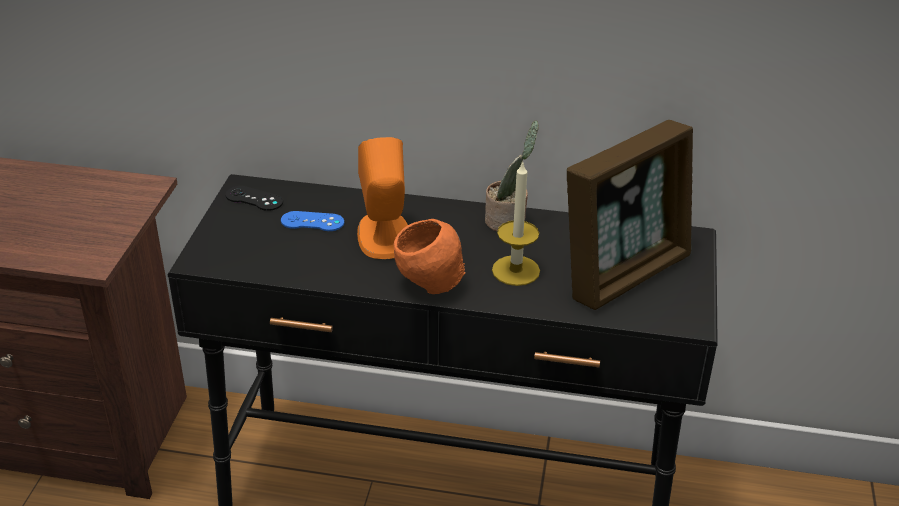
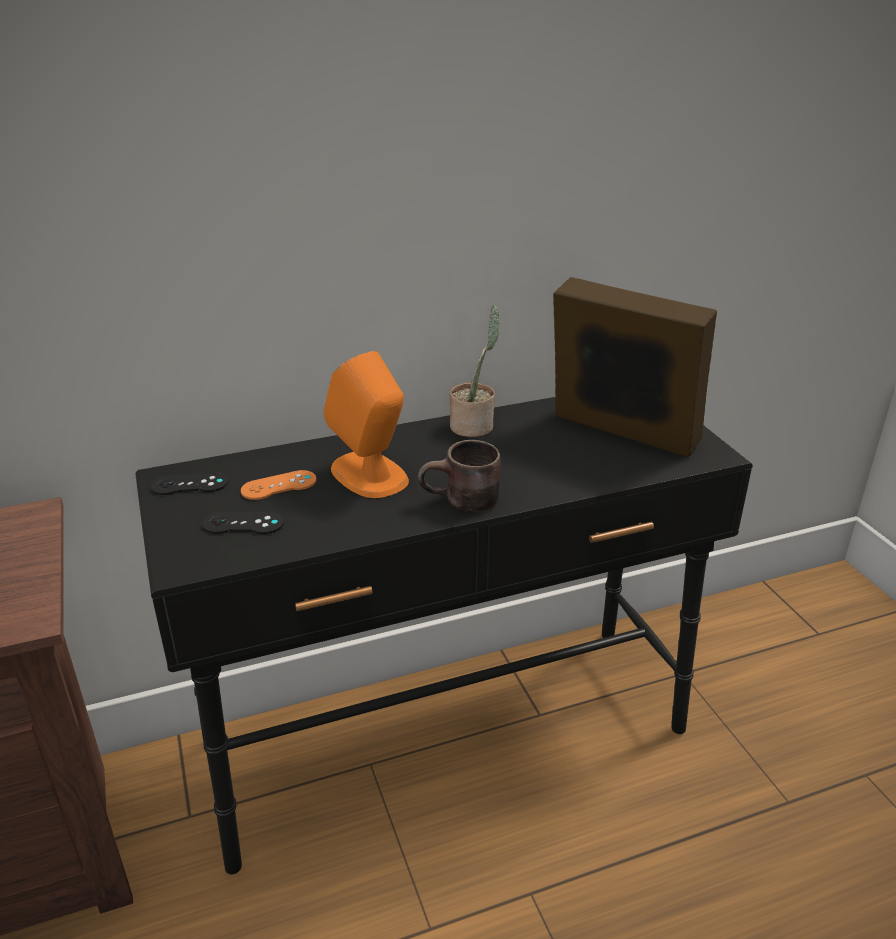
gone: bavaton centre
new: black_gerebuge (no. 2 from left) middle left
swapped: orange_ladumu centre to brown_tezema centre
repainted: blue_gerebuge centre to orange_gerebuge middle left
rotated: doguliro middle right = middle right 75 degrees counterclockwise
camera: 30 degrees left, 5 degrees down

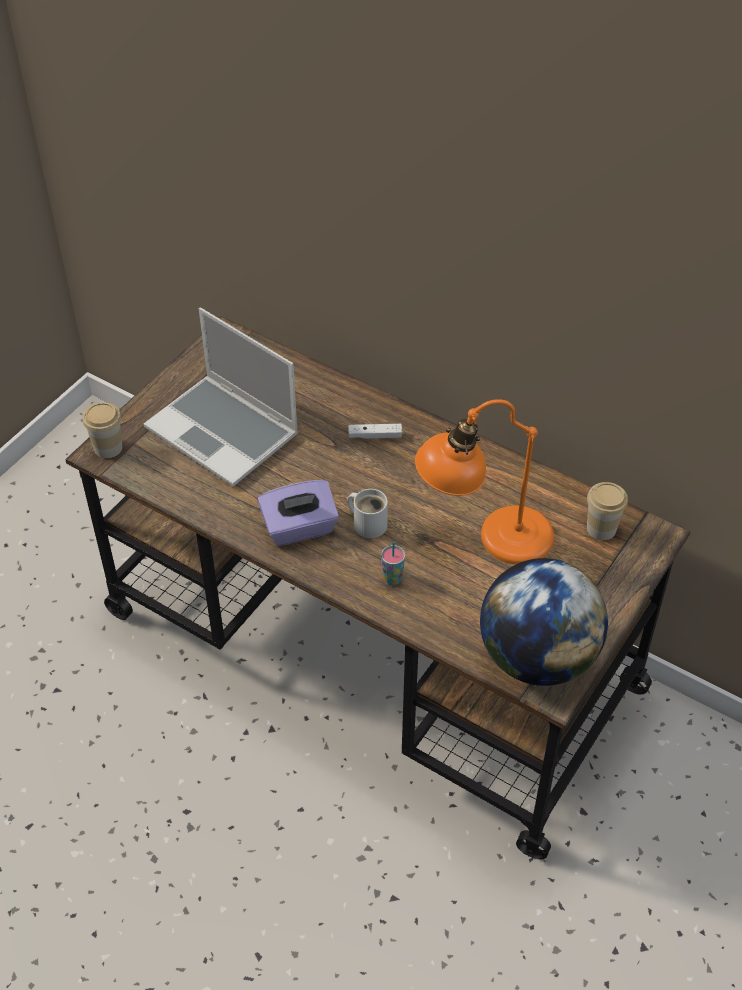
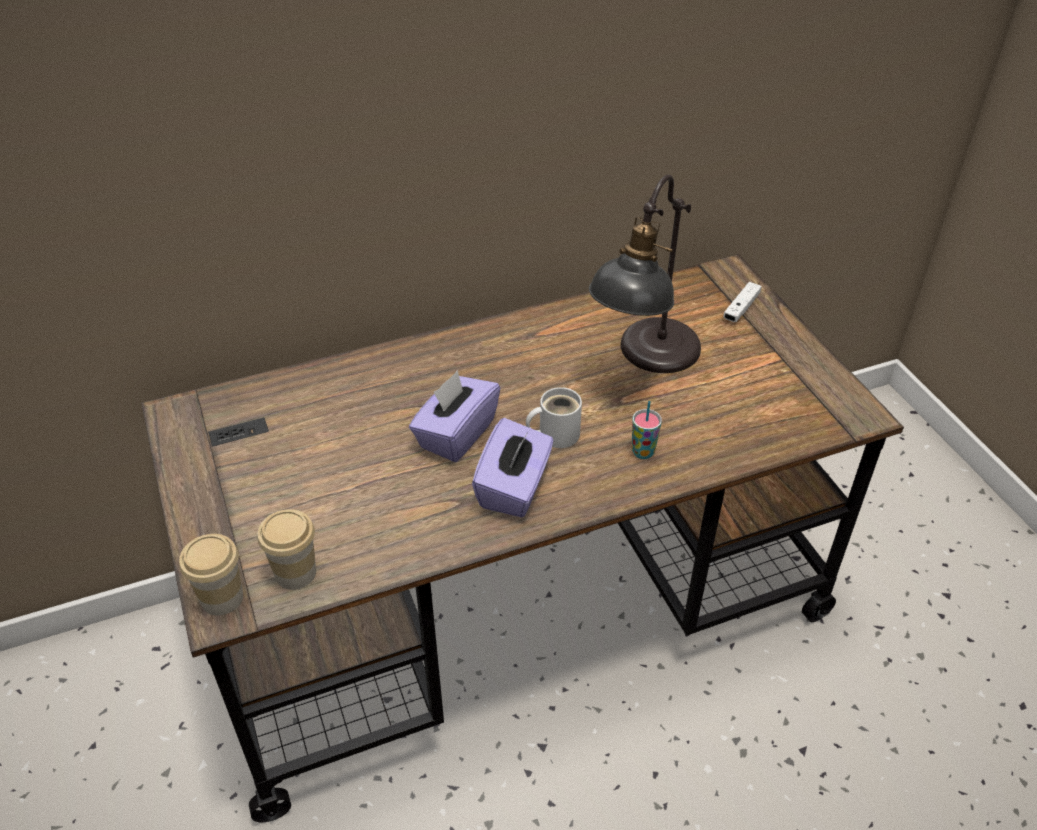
gone: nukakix middle left; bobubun middle right
new: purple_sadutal (no. 1 from left) centre
shifted: white_gerebuge centre to middle right; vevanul (no. 3 from left in the first image) middle right to vevanul (no. 2 from left) middle left
repainted: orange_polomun centre to grey_polomun top centre
camera: 55 degrees left, 5 degrees down

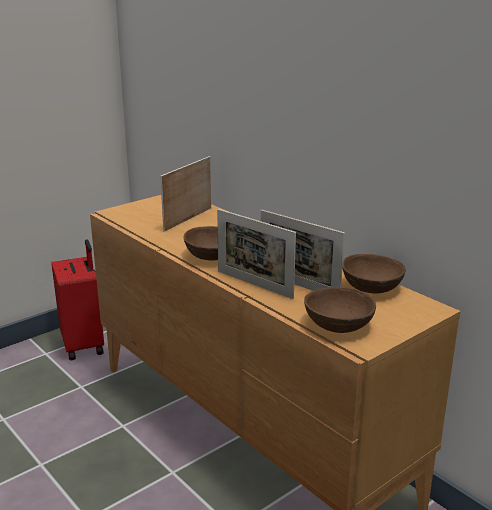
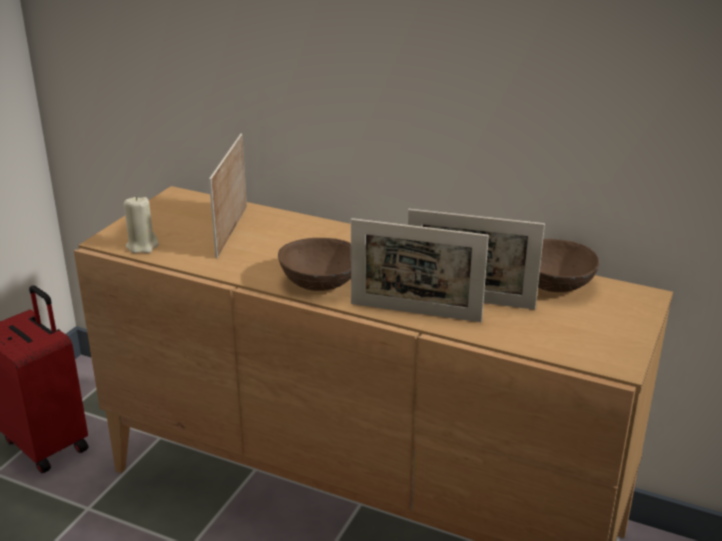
gone: brown_ladumu (no. 2 from left) middle right
new: beige_bavaton middle left
camera: 25 degrees left, 5 degrees up

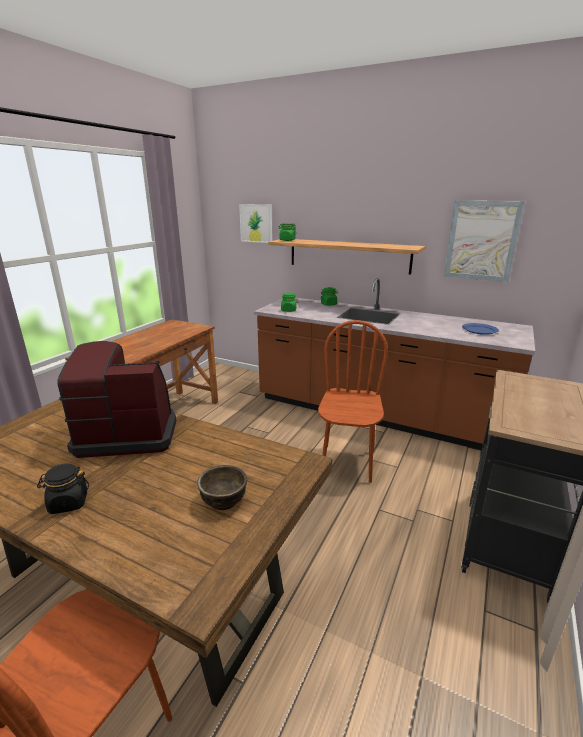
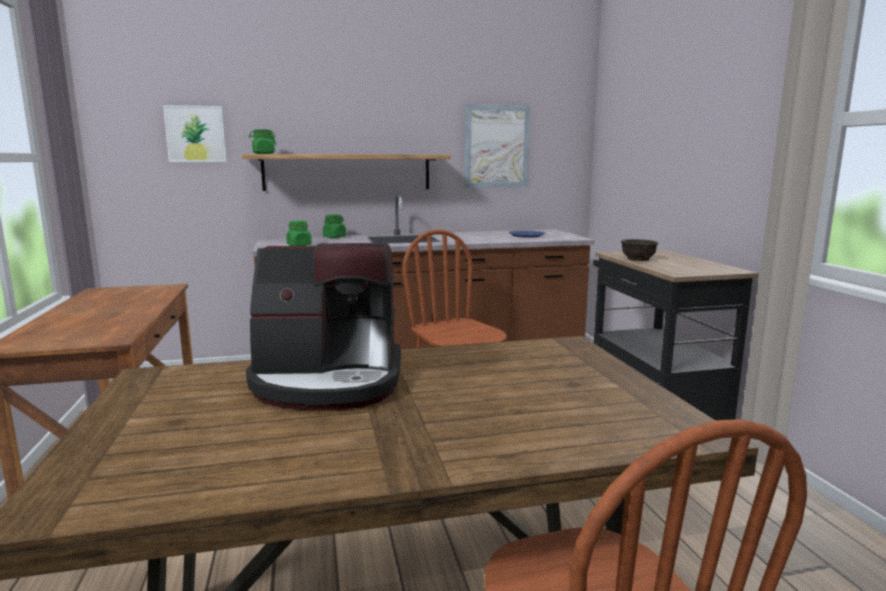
gone: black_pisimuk middle left
shifted: brown_ladumu centre to middle right
rotated: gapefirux middle left = centre 135 degrees counterclockwise
camera: 40 degrees left, 10 degrees down

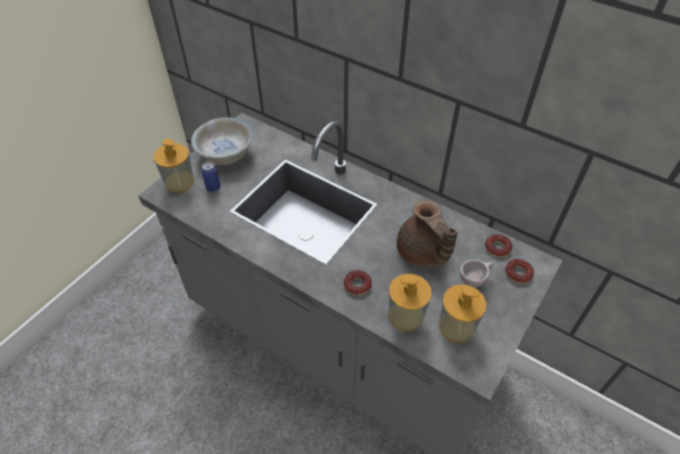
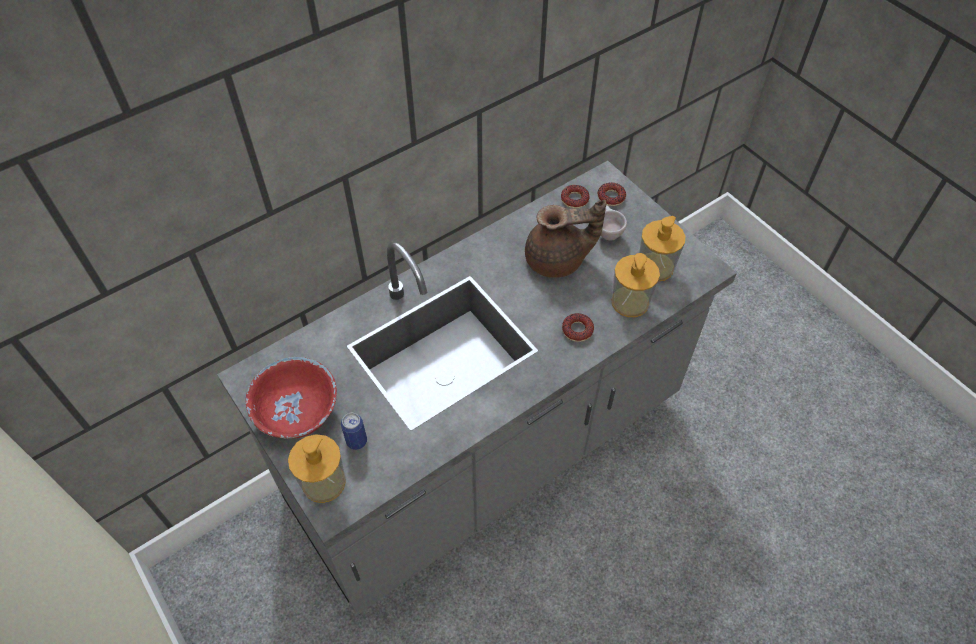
repainted: white_ladumu top left to red_ladumu middle left
camera: 70 degrees left, 5 degrees up

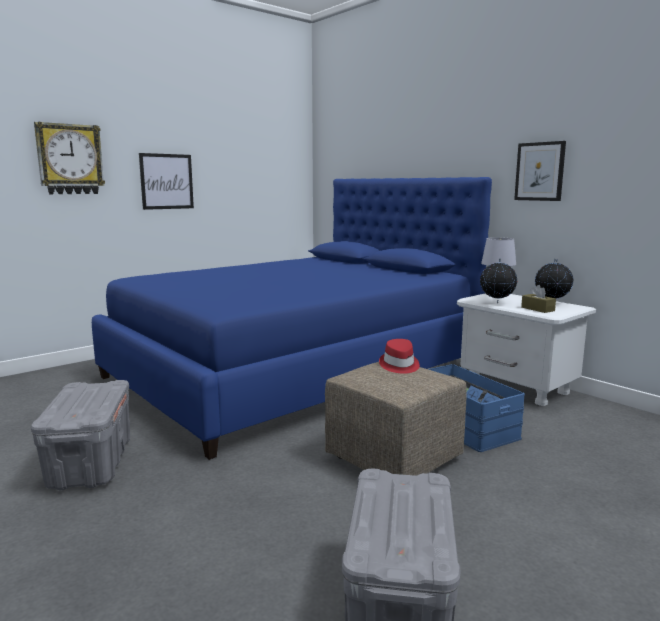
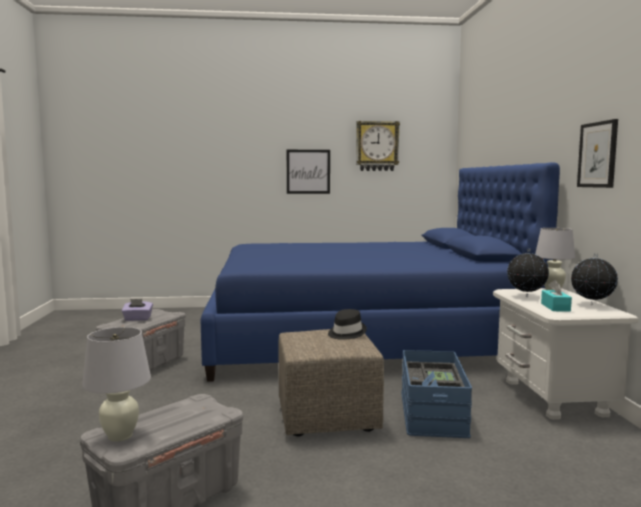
new: purple_sadutal middle left; white_polomun (no. 1 from left) bottom left
shifted: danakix top left to top centre
repainted: brown_sadutal middle right to turquoise_sadutal middle right; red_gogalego centre to black_gogalego centre
camera: 35 degrees right, 5 degrees down

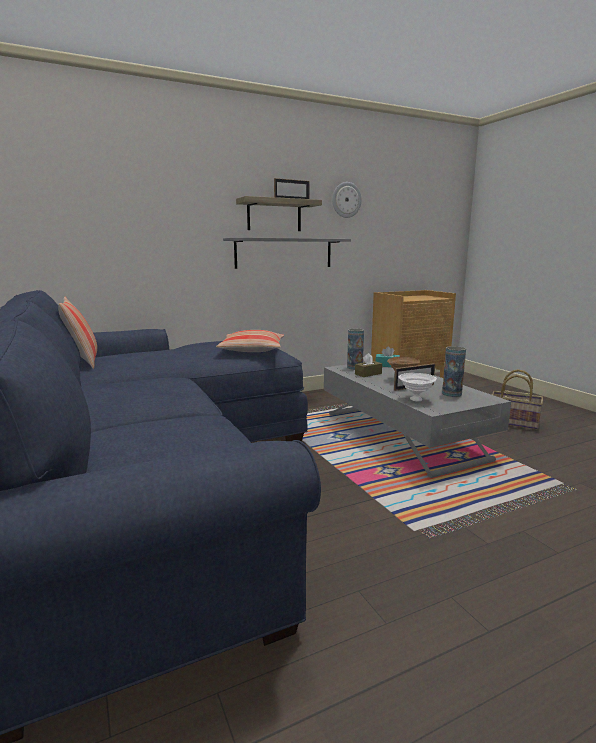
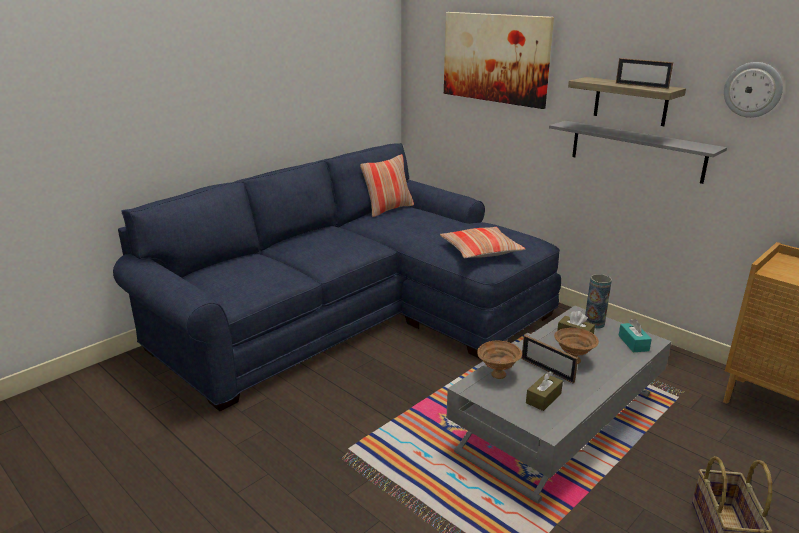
new: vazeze top centre
swapped: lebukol (no. 2 from left) middle right to brown_sadutal (no. 1 from left) bottom right
repainted: white_ladumu middle right to brown_ladumu (no. 1 from left) bottom centre
camera: 70 degrees right, 10 degrees up

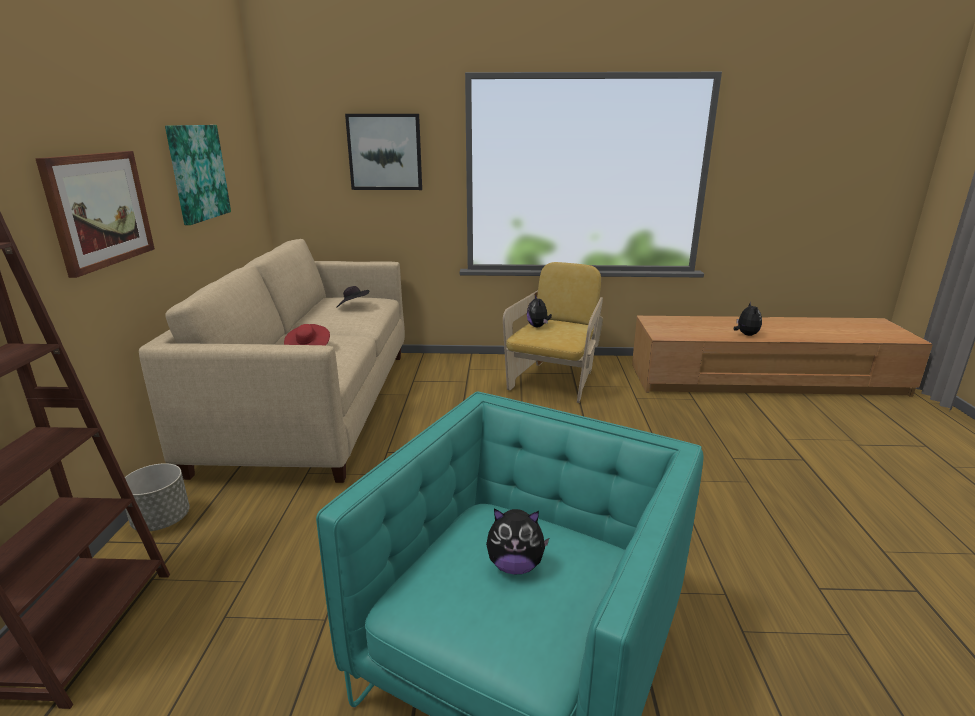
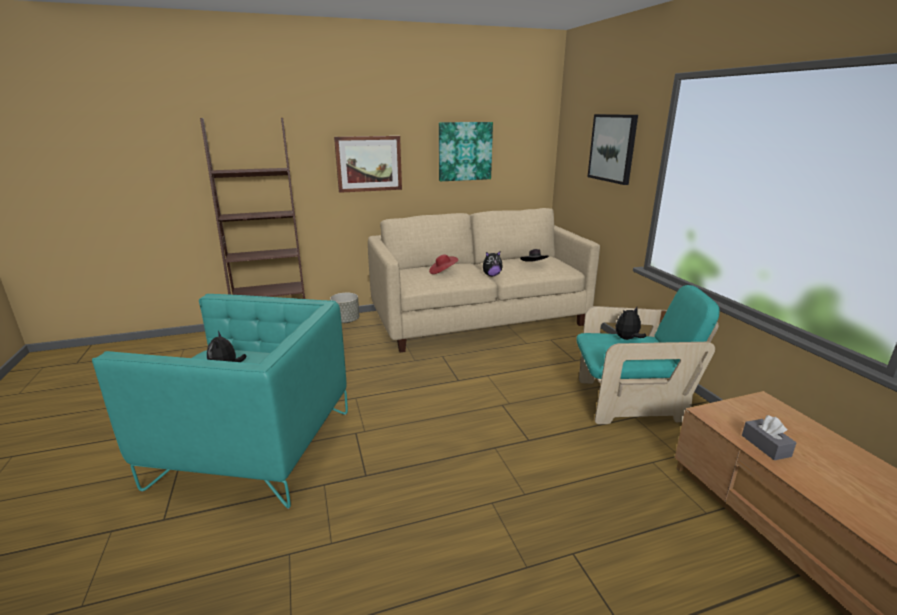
new: grey_sadutal bottom right
shifted: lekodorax (no. 3 from left in the first image) middle right to lekodorax (no. 2 from left) centre
repainted: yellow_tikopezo centre to turquoise_tikopezo (no. 2 from left) middle right
camera: 70 degrees right, 0 degrees up

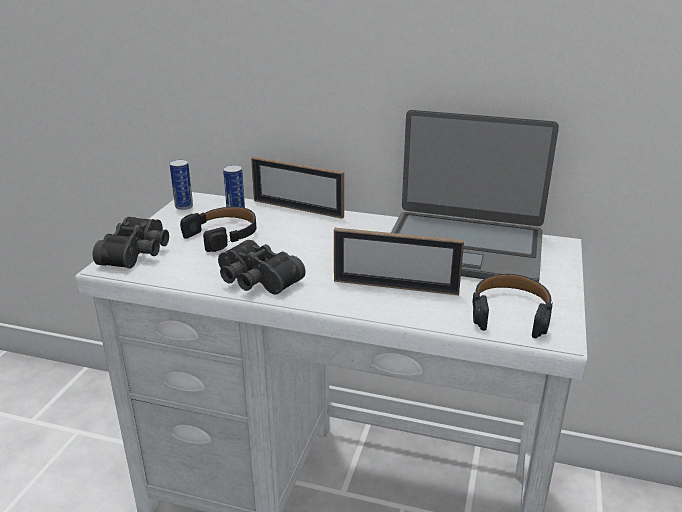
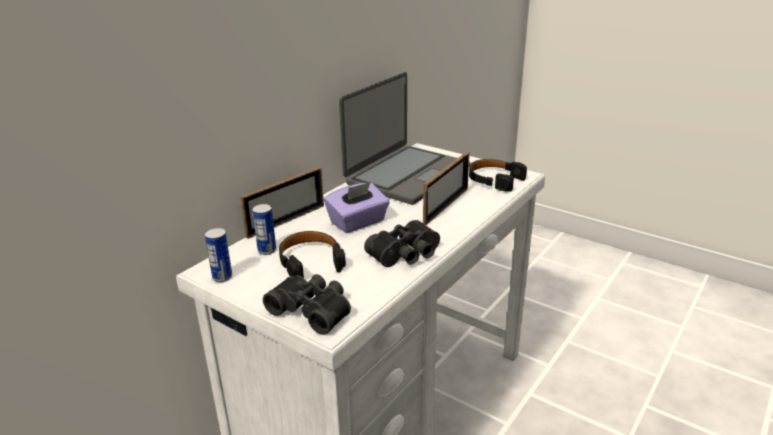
new: purple_sadutal centre
camera: 70 degrees left, 0 degrees up

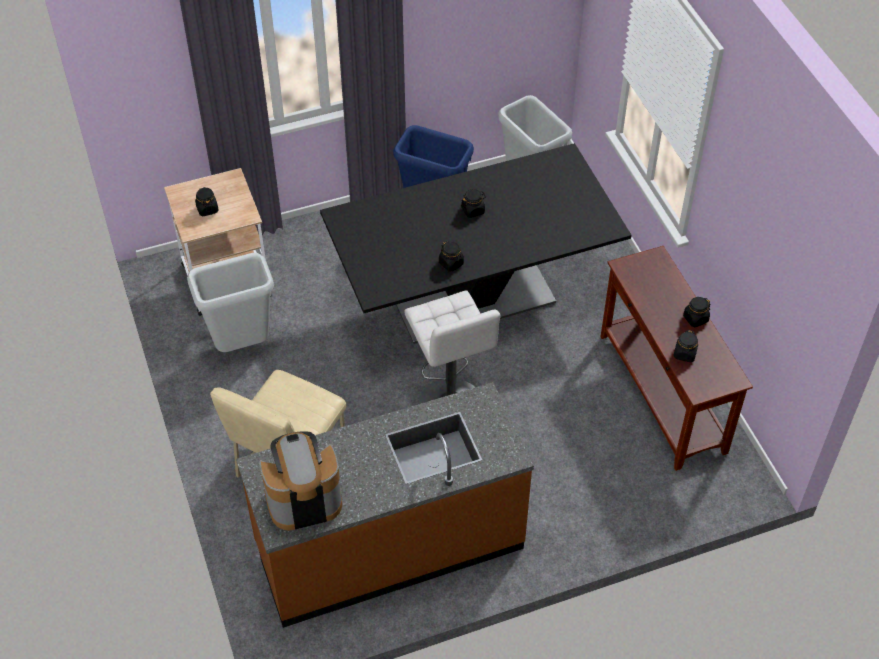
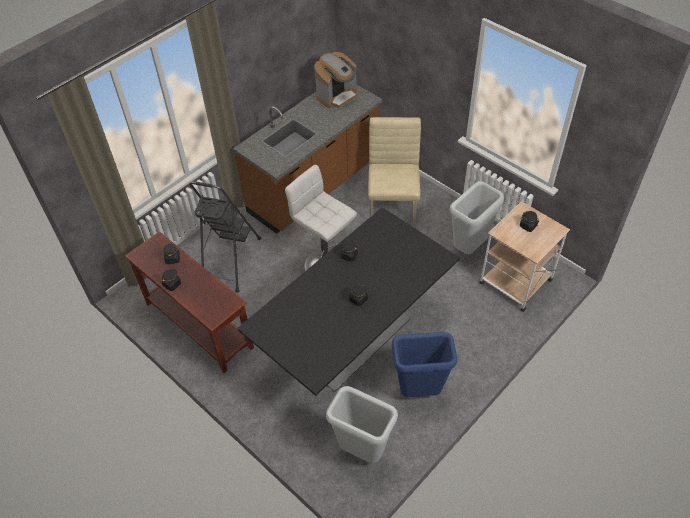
new: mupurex middle left
camera: 155 degrees right, 0 degrees up

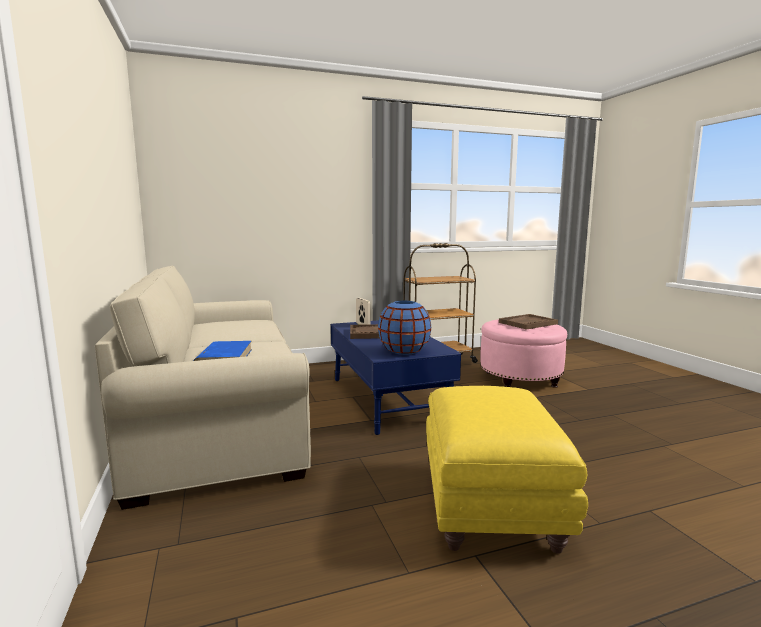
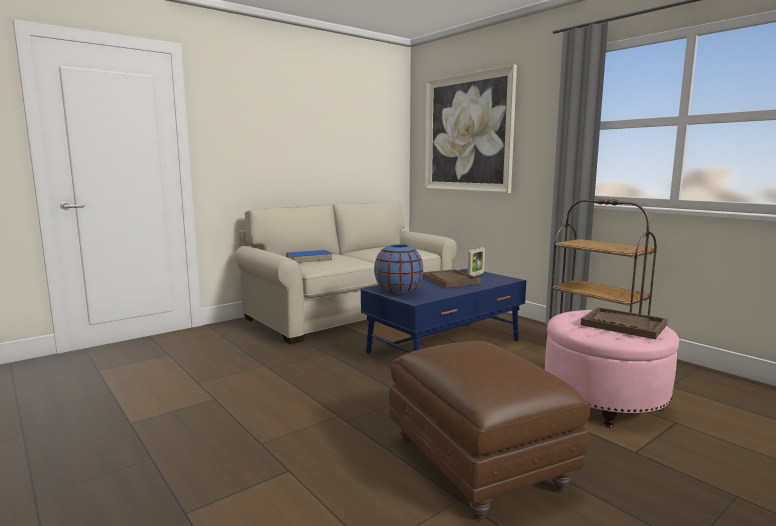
gone: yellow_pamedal bottom centre
new: vazeze top centre; brown_pamedal bottom centre
camera: 70 degrees right, 0 degrees up

